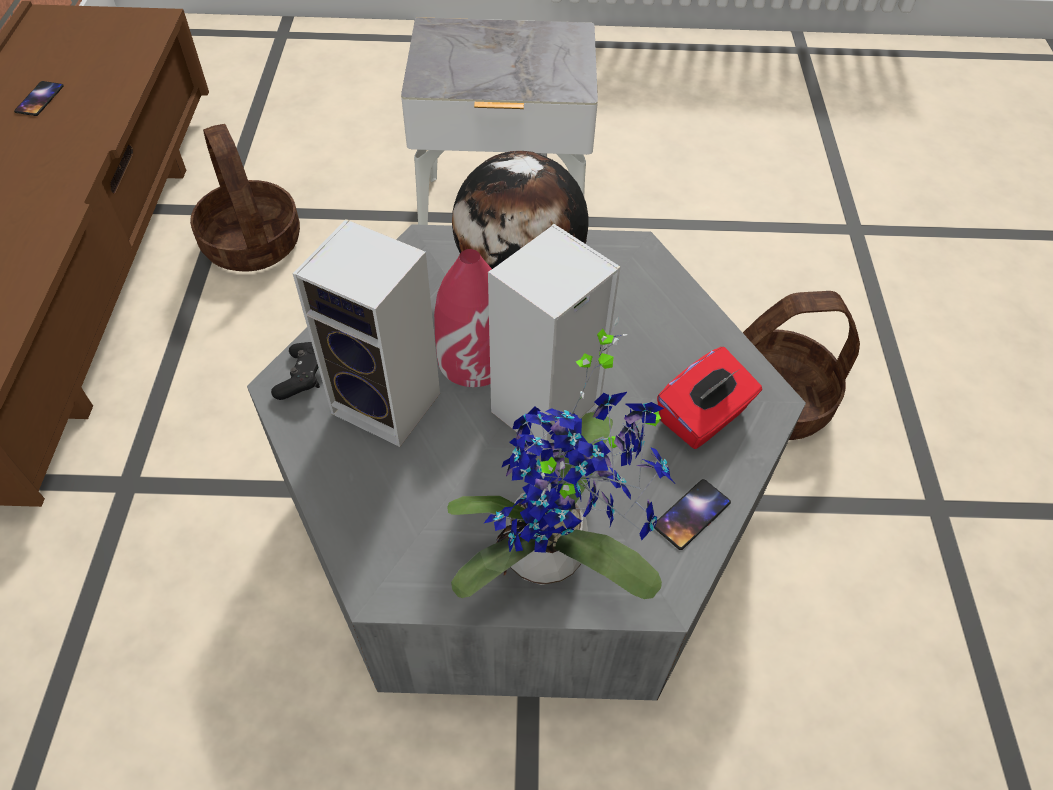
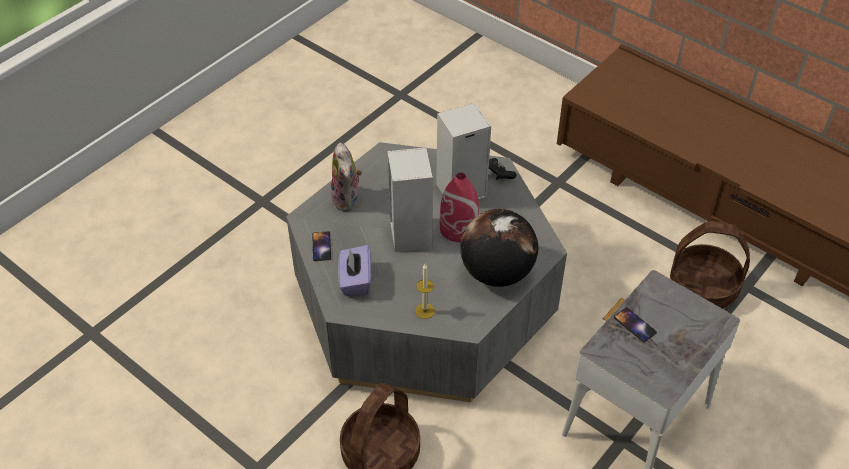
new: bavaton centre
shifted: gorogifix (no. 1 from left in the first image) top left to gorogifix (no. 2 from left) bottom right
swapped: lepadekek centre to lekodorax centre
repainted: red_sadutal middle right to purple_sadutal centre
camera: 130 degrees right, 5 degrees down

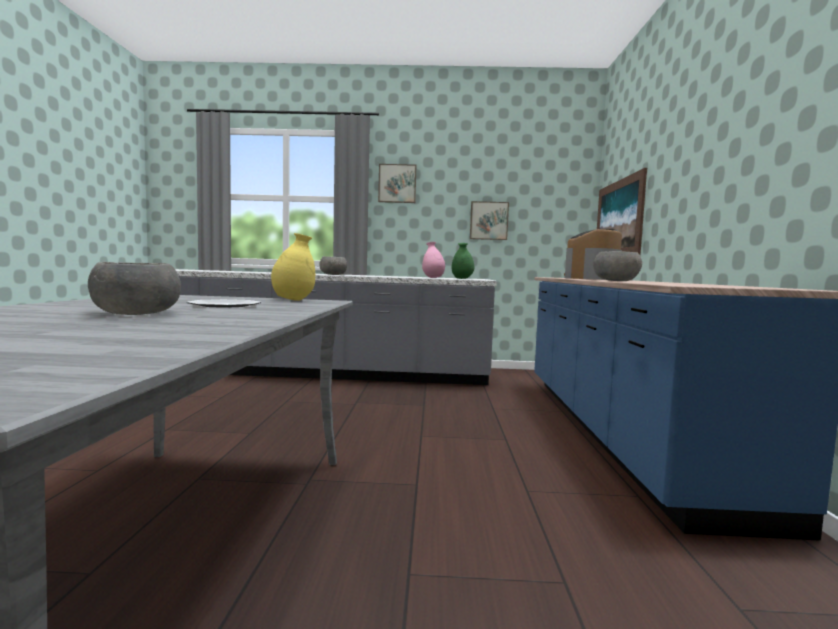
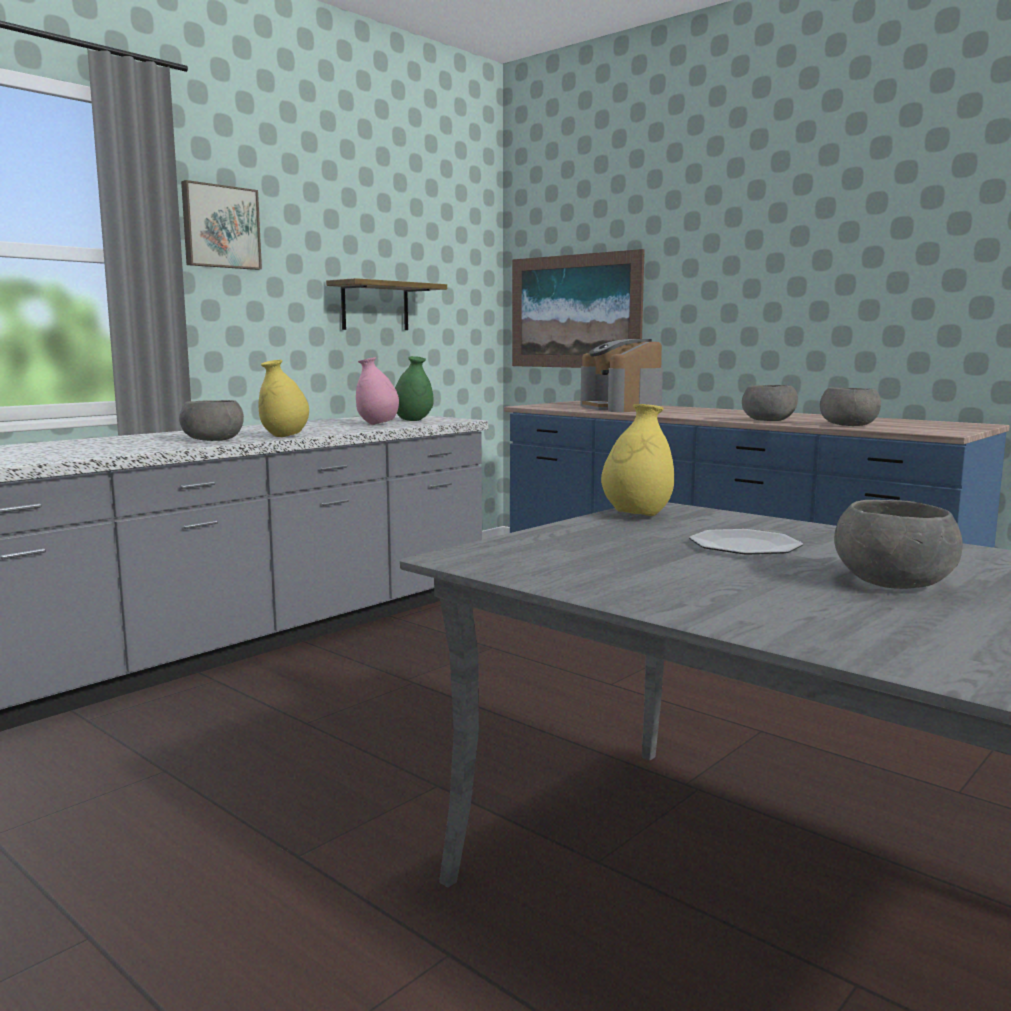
new: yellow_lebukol (no. 1 from left) middle left; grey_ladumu (no. 3 from left) middle right
swapped: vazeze (no. 2 from left) centre to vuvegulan top centre
camera: 50 degrees left, 5 degrees up

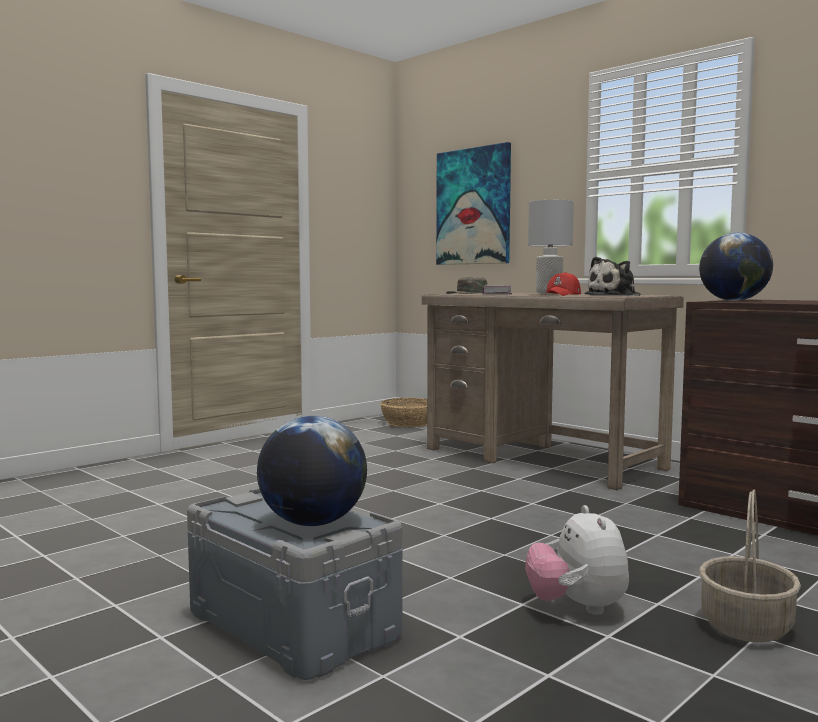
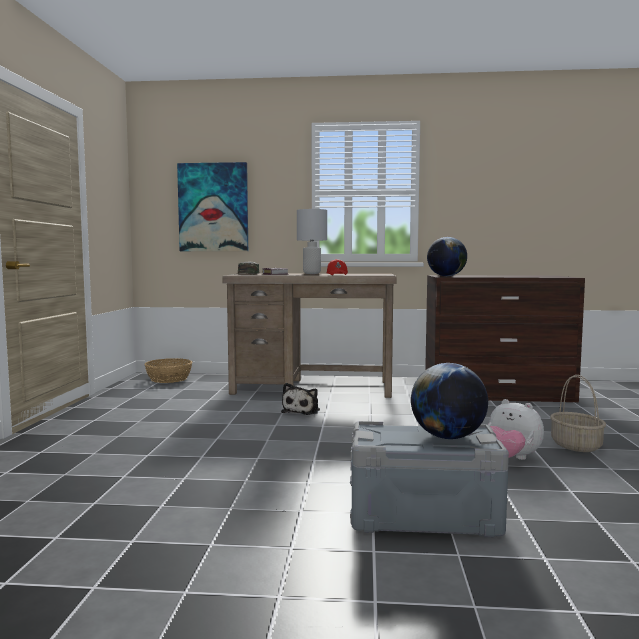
shifted: lekodorax (no. 2 from left in the first image) middle right to lekodorax (no. 1 from left) centre
camera: 40 degrees left, 0 degrees up

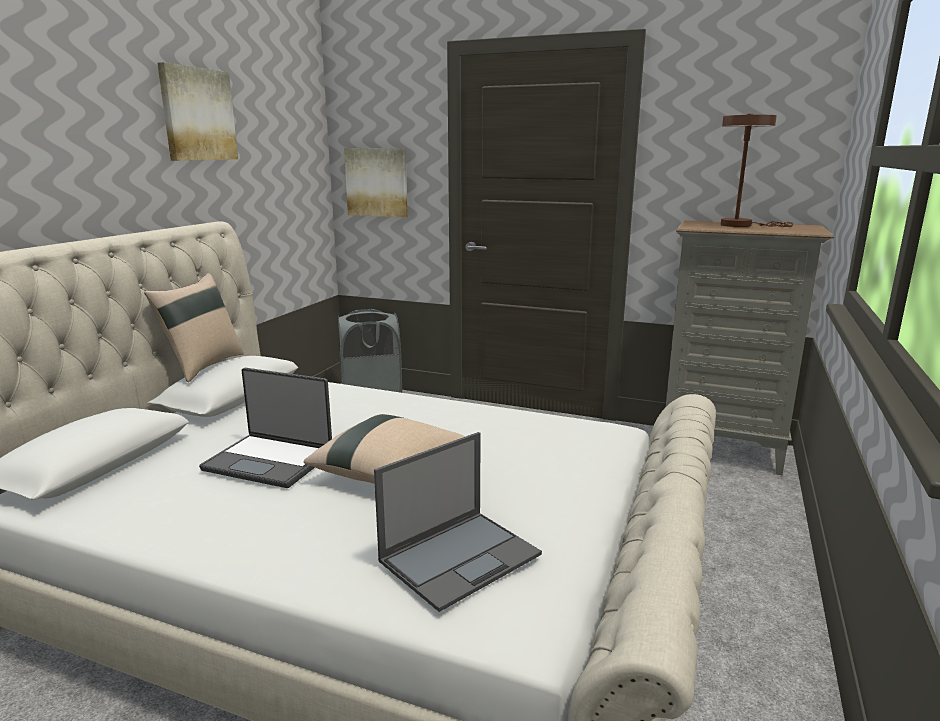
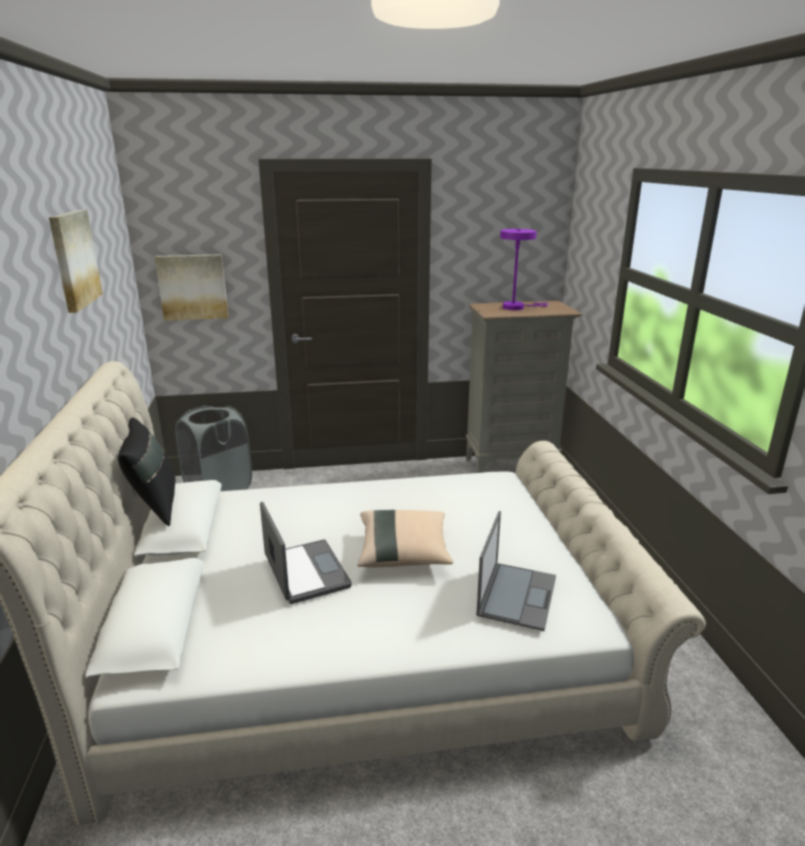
repainted: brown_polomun top right to purple_polomun top centre; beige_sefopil (no. 1 from left) middle left to black_sefopil middle left
rotated: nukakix (no. 1 from left) middle left = centre 105 degrees counterclockwise
camera: 30 degrees left, 5 degrees up

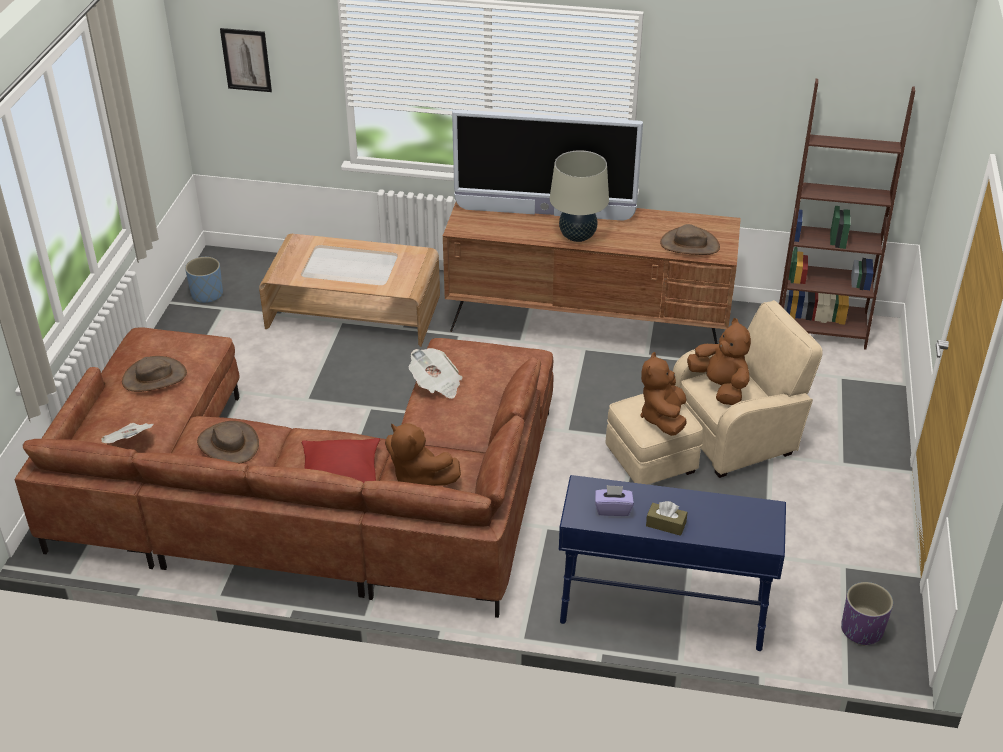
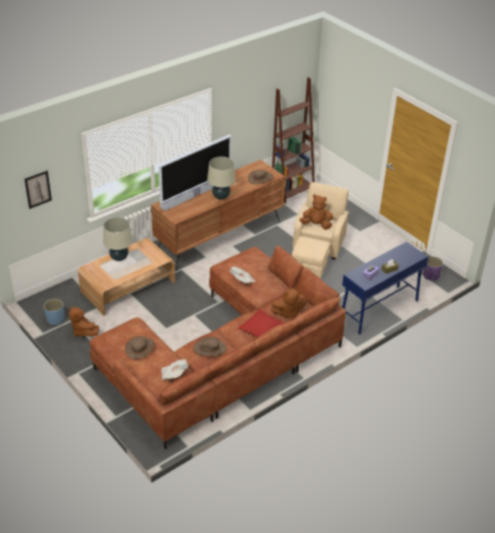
new: beige_polomun (no. 1 from left) middle left
shifted: brown_lekodorax (no. 2 from left in the first image) centre to brown_lekodorax (no. 1 from left) middle left
camera: 50 degrees left, 0 degrees up

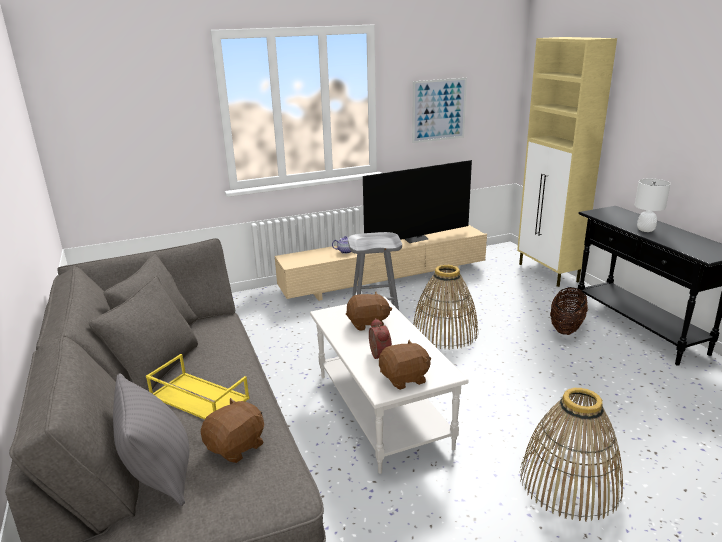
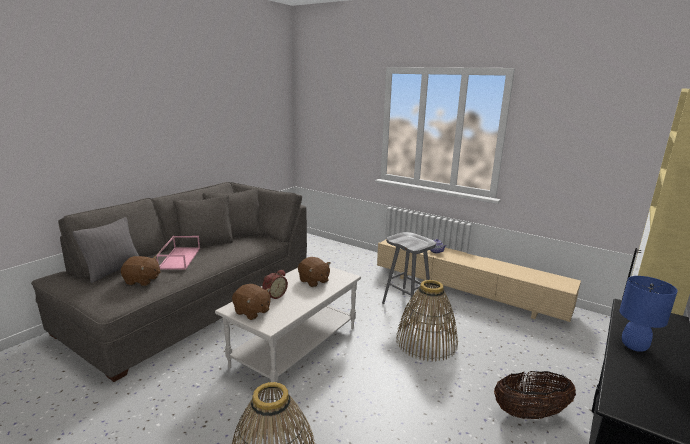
gone: vazeze top centre; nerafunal centre
repainted: white_polomun middle right to blue_polomun bottom right; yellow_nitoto bottom left to pink_nitoto middle left
camera: 55 degrees right, 5 degrees down

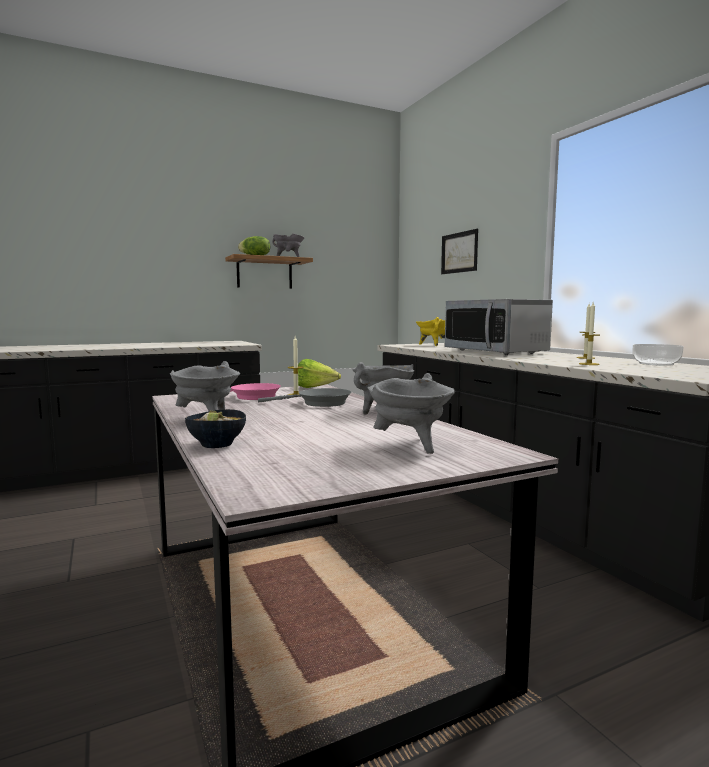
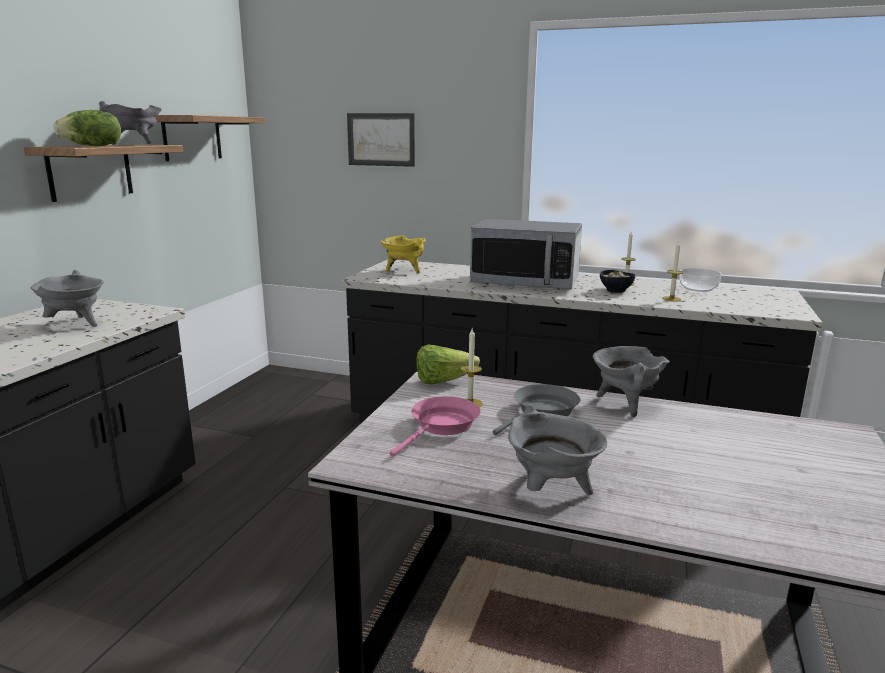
new: vuvegulan (no. 2 from left) top left
shifted: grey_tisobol (no. 4 from left in the first image) centre to grey_tisobol (no. 1 from left) middle left; ladumu (no. 1 from left) middle left to middle right
camera: 45 degrees left, 10 degrees up

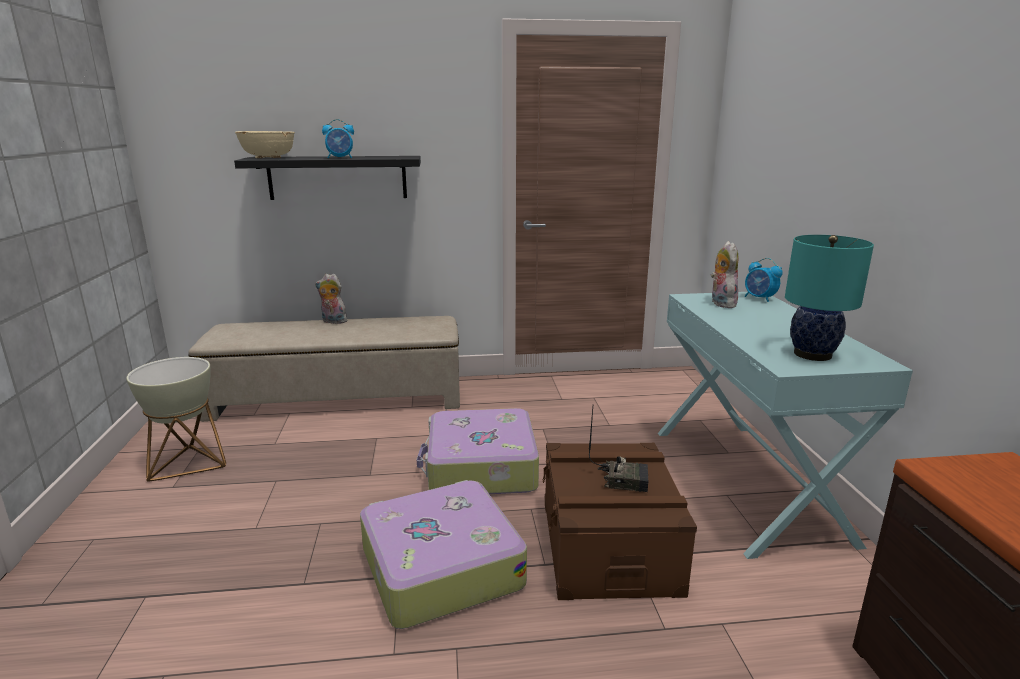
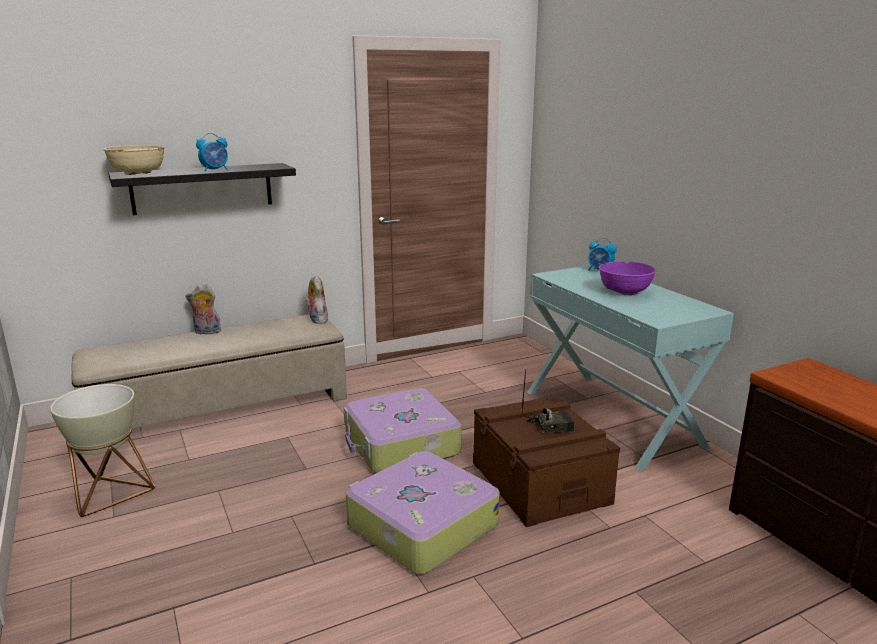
gone: turquoise_polomun middle right
new: purple_ladumu middle right
shifted: lekodorax (no. 2 from left) middle right to centre
camera: 20 degrees left, 0 degrees up

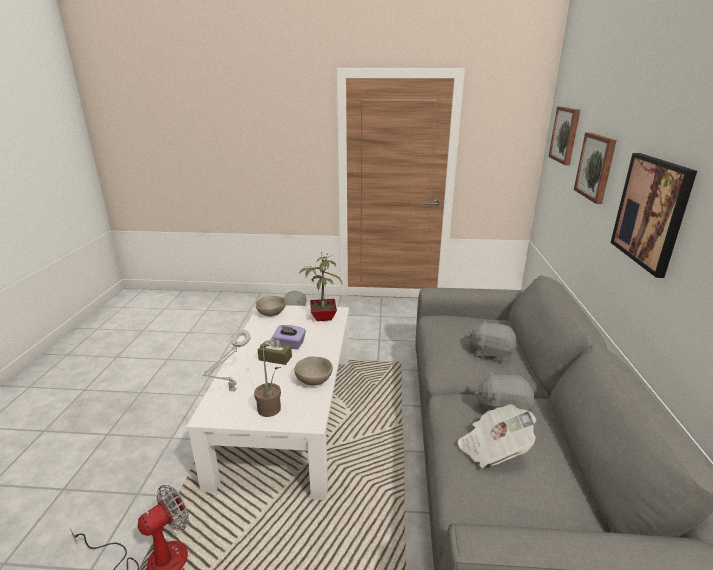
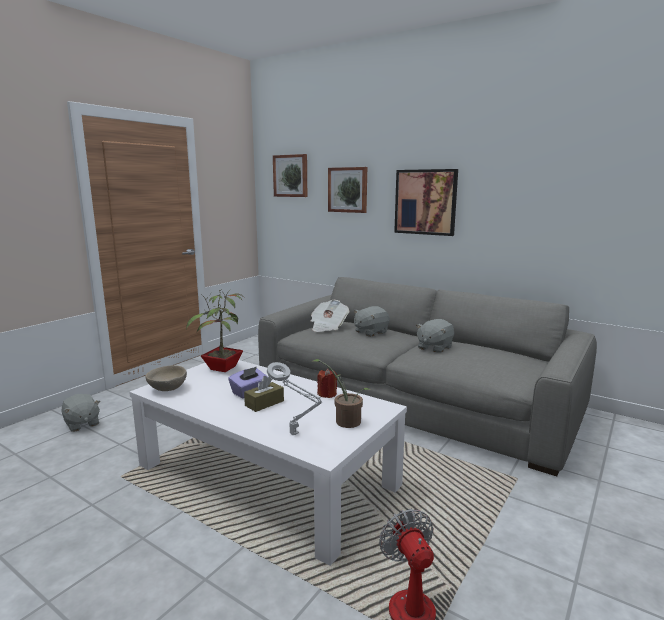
shifted: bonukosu bottom right to centre
swapped: beige_ladumu (no. 2 from left) centre to red_bavaton centre
camera: 60 degrees left, 10 degrees down

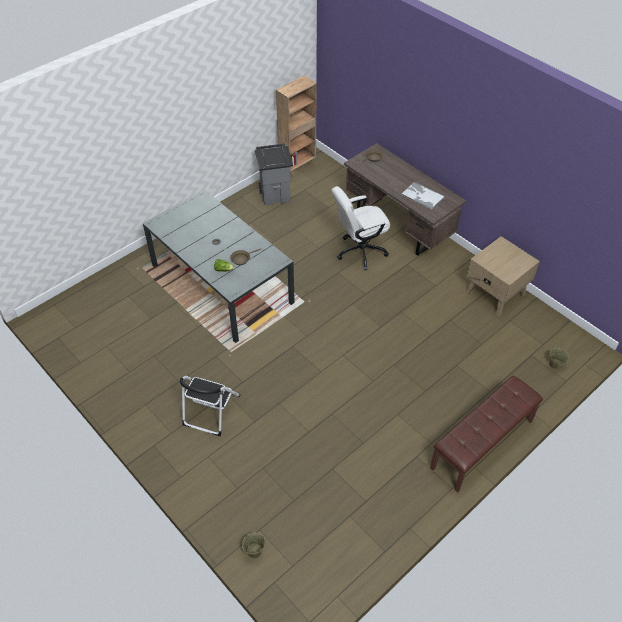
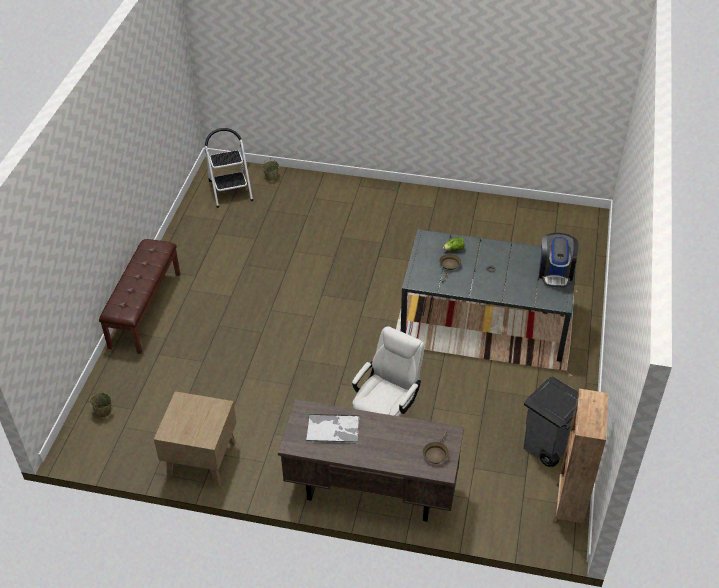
new: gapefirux middle right
shifted: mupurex centre to top left
camera: 145 degrees right, 5 degrees down

